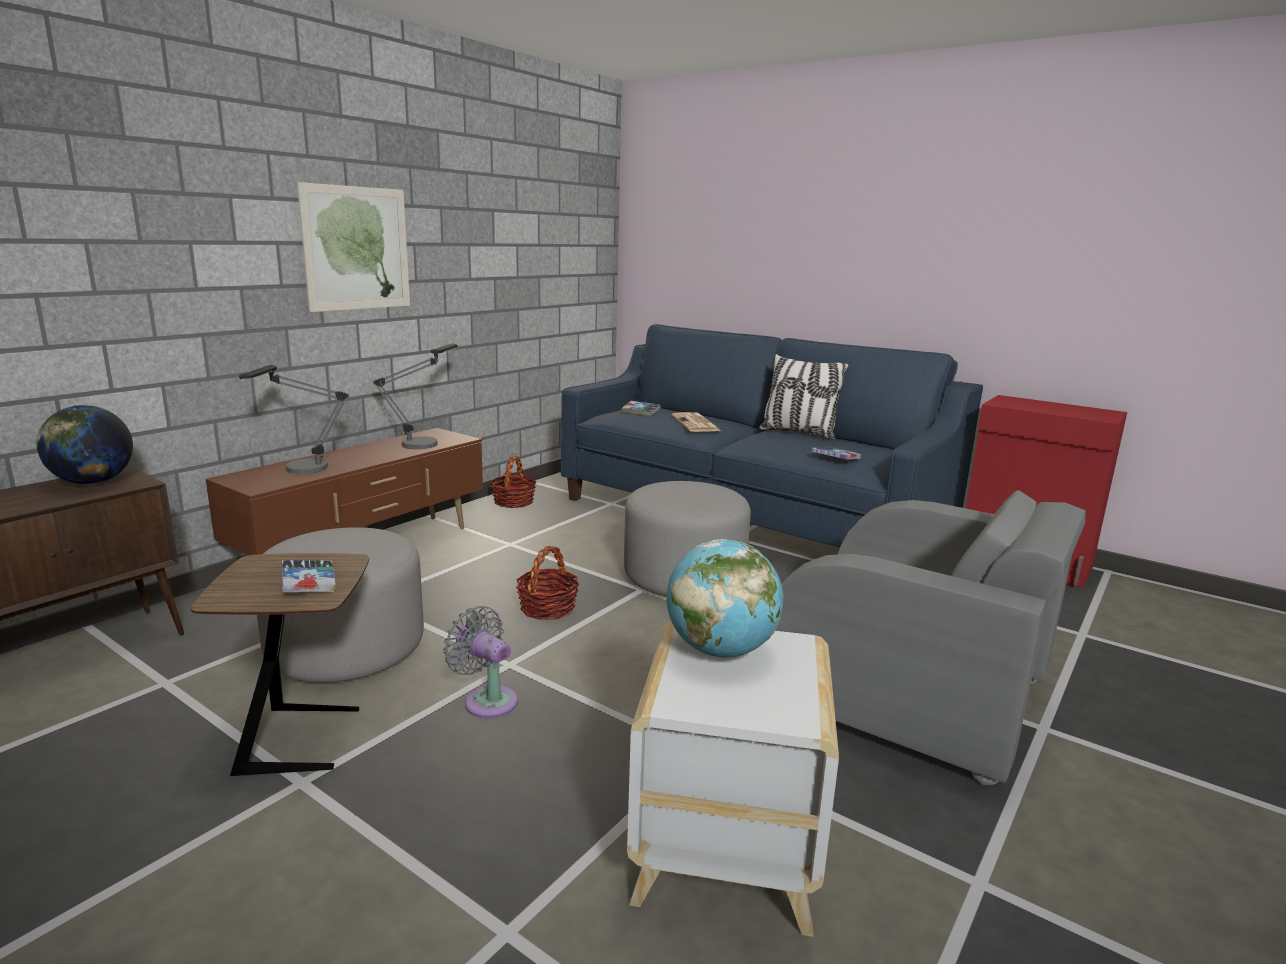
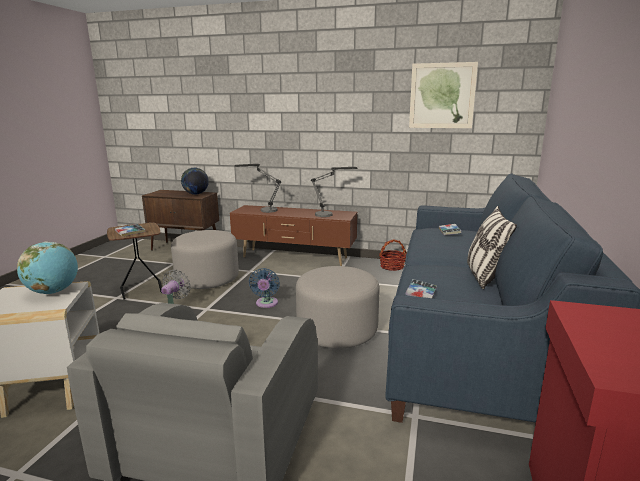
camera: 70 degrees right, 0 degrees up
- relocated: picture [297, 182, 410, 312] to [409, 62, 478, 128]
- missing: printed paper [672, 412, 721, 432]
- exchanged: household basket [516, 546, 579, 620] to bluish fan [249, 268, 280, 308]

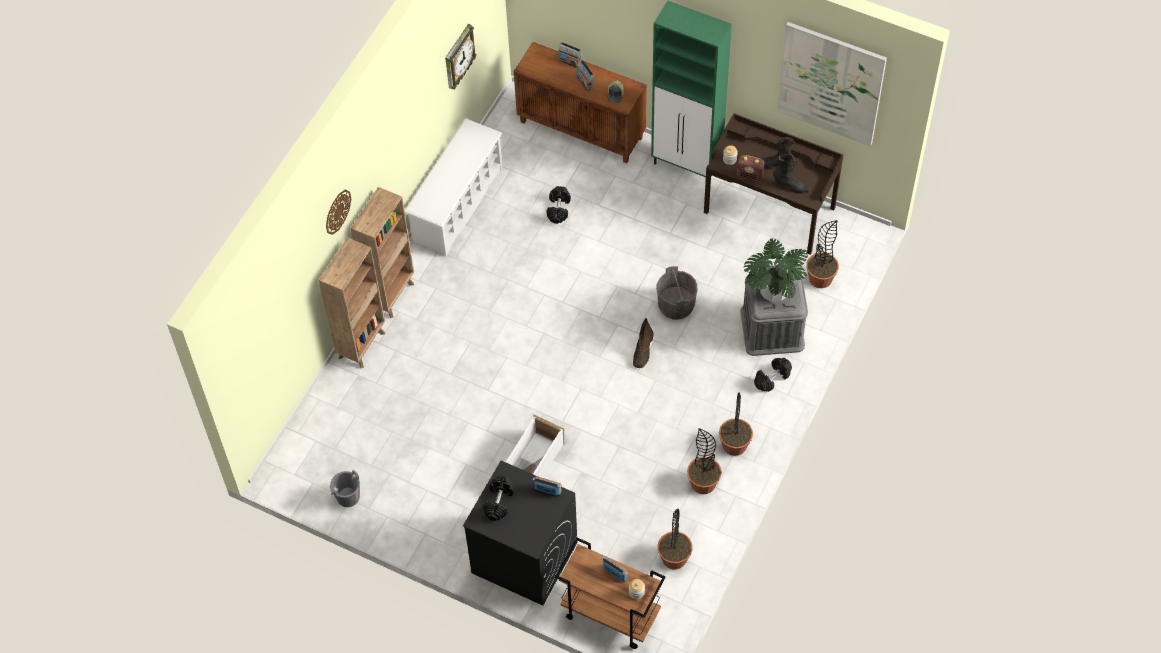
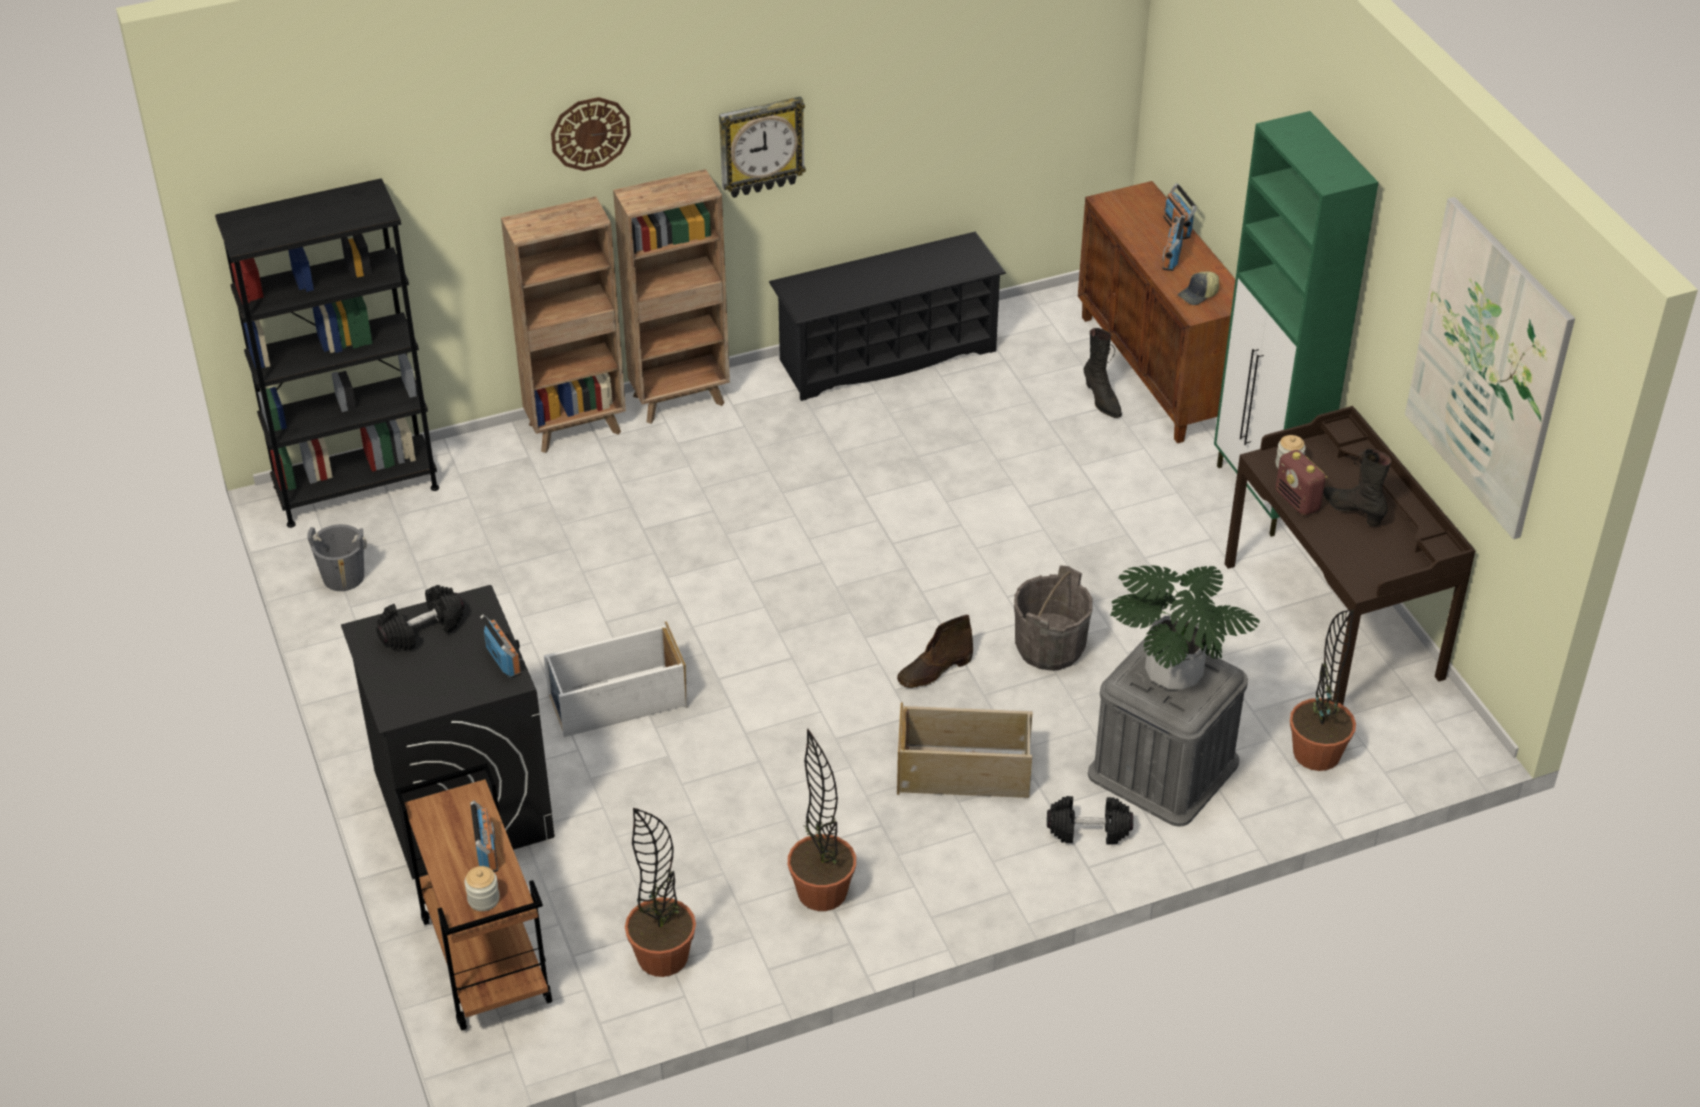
camera: 40 degrees right, 15 degrees down
- relocated: hanging clock [445, 24, 477, 90] to [719, 96, 806, 198]
- colour: white shoe rack [404, 118, 503, 257] to blackish shoe rack [769, 232, 1006, 401]
- relocated: blackish high-top boot [773, 154, 810, 194] to [1084, 328, 1122, 418]
- missing: blackish free weight [547, 186, 571, 224]
- missing: plant in a pot [719, 392, 753, 456]
- appeared: blackish bookshelf [215, 178, 439, 528]
- appeared: beige-coloured storage bin [897, 703, 1032, 798]

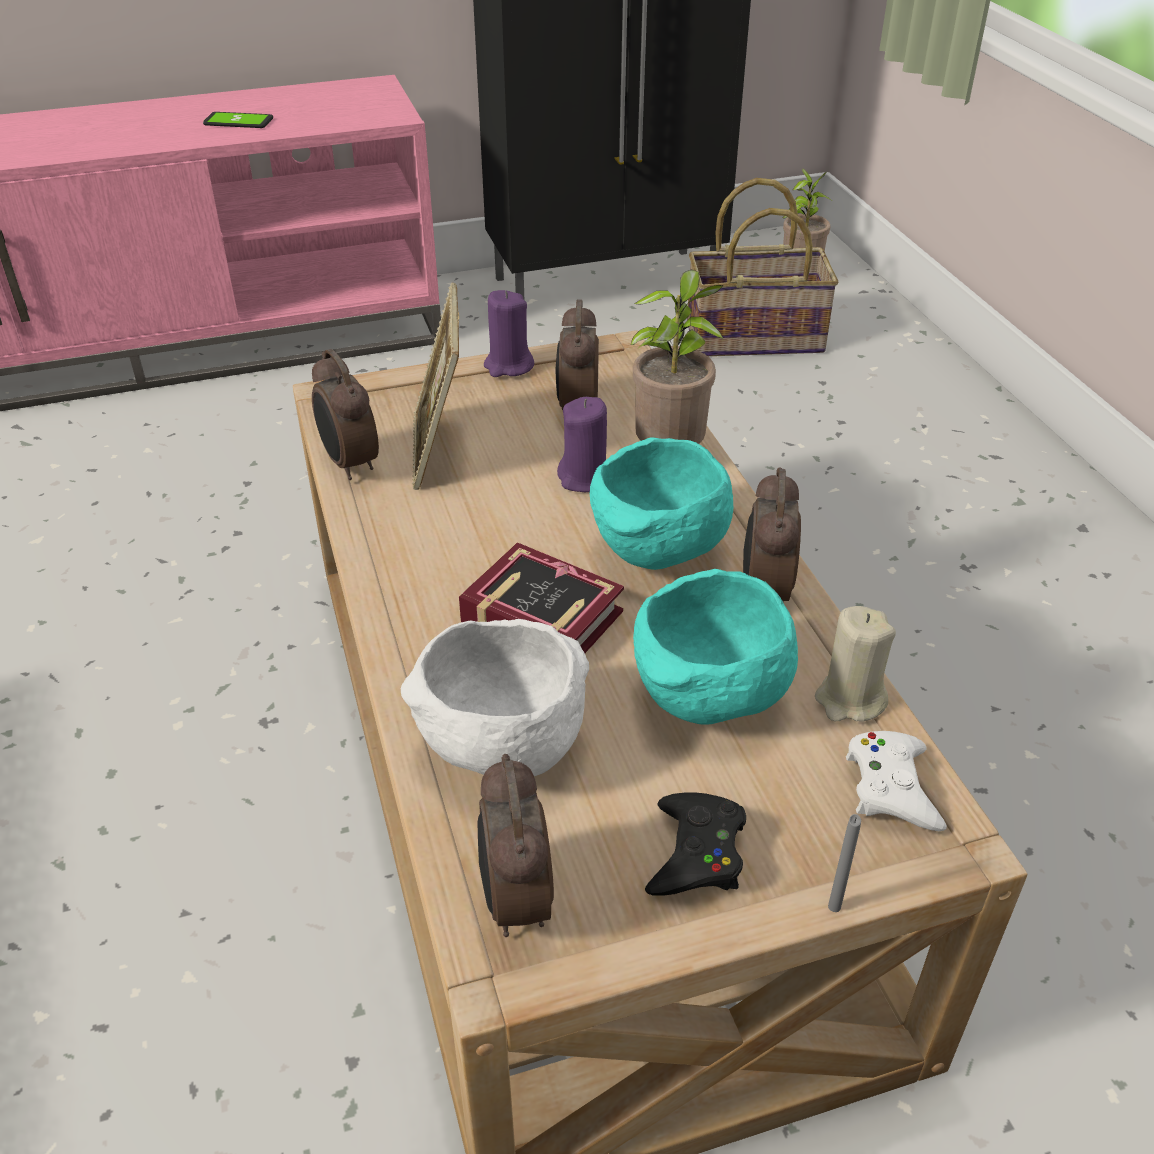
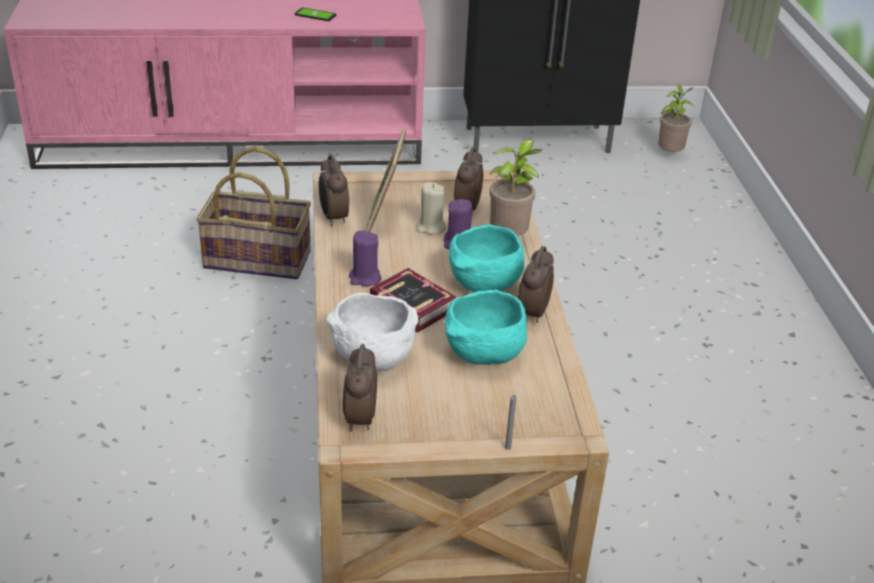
camera: 10 degrees right, 5 degrees down
- relocated: household basket [687, 178, 838, 356] to [196, 146, 311, 279]
- relocated: purple wax candle [484, 290, 534, 377] to [349, 231, 381, 286]
- relocated: beige-coloured wax candle [815, 606, 896, 722] to [416, 182, 446, 235]
- missing: white joypad [846, 731, 947, 831]
- missing: blackish joypad [645, 792, 746, 896]

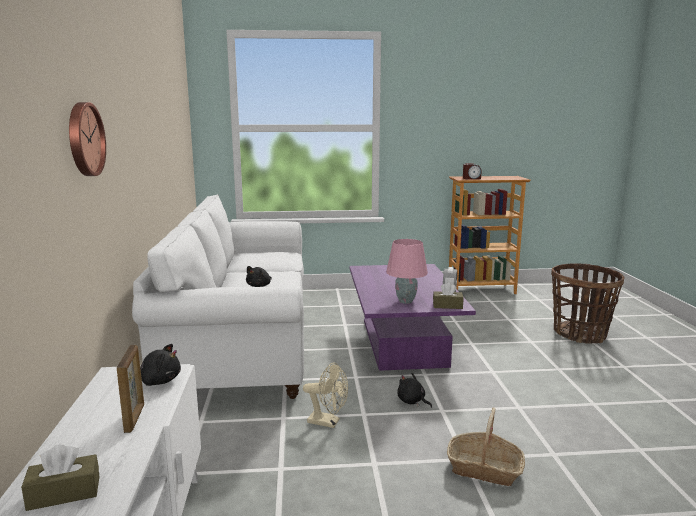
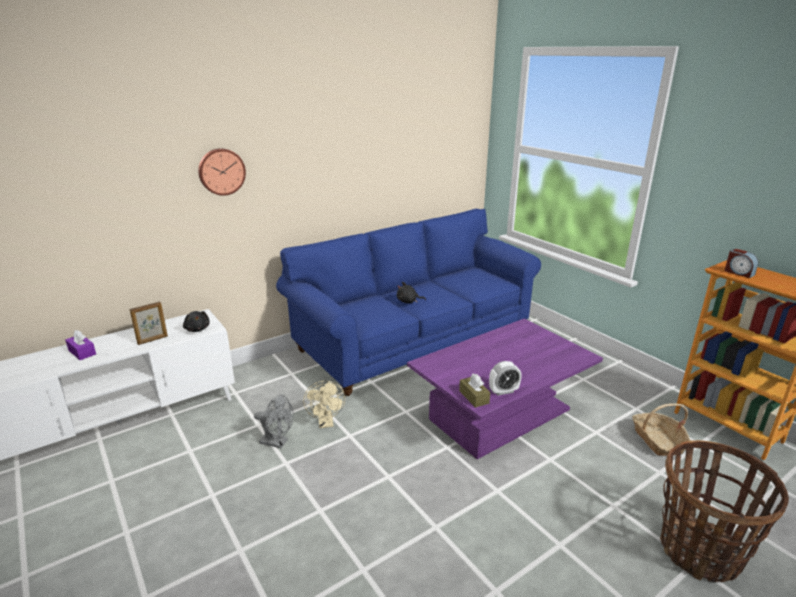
camera: 60 degrees right, 10 degrees up
- colour: white sofa [132, 194, 304, 399] to bluish sofa [276, 209, 541, 396]
- missing: pink-coloured tabletop lamp [386, 239, 428, 304]
- missing: blackish plush toy [397, 373, 432, 408]
- relocated: household basket [447, 407, 525, 486] to [632, 403, 690, 456]
- colour: brown-coloured box of tissues [21, 444, 100, 511] to purple box of tissues [65, 330, 96, 360]
- appeared: gray fan [254, 395, 294, 448]

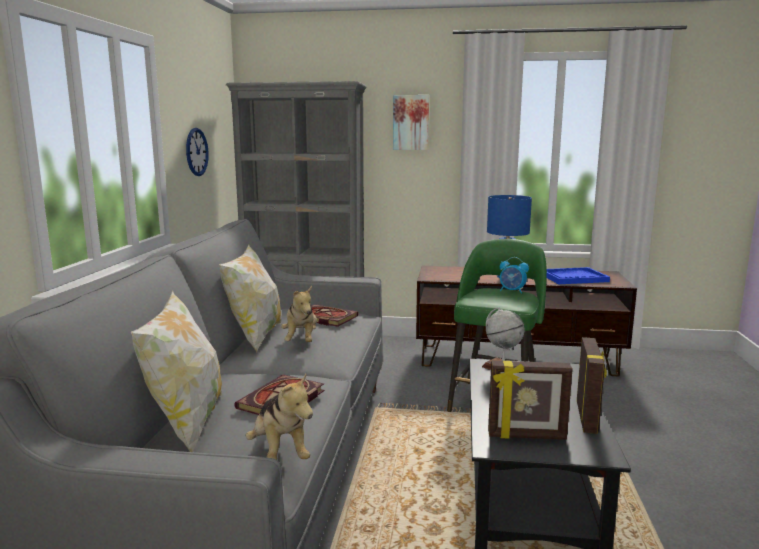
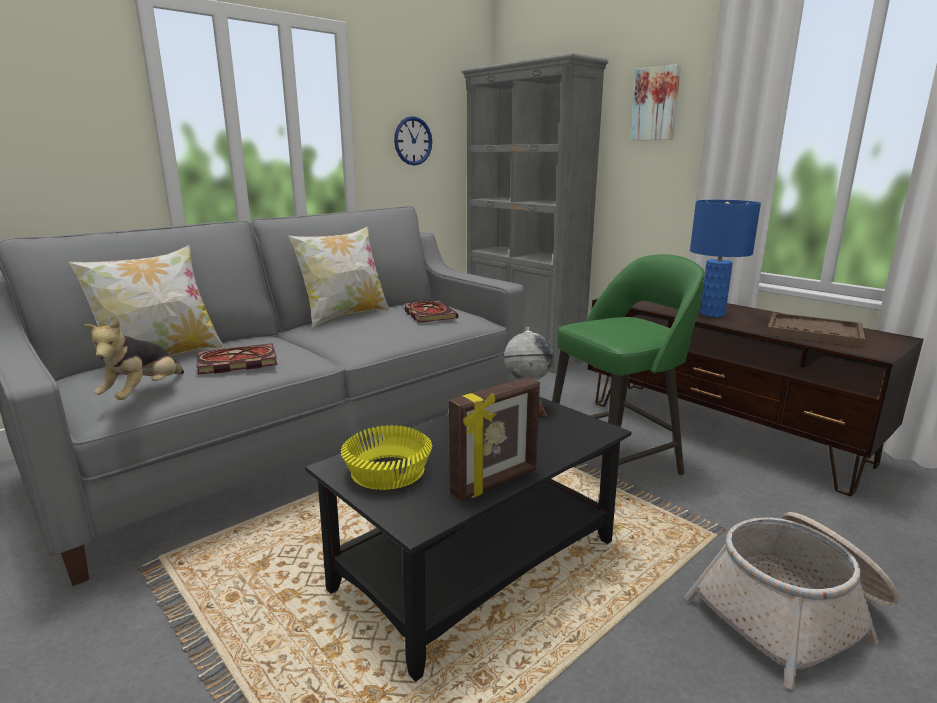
camera: 40 degrees right, 5 degrees up
- missing: alarm clock [500, 257, 529, 294]
- colour: bluish tray [547, 267, 610, 284] to brown-coloured tray [767, 312, 865, 347]
- missing: plush toy [281, 286, 317, 342]
- exchanged: picture frame [488, 361, 573, 440] to yellowish deep dish [341, 425, 432, 490]
- appeared: household basket [685, 512, 899, 689]

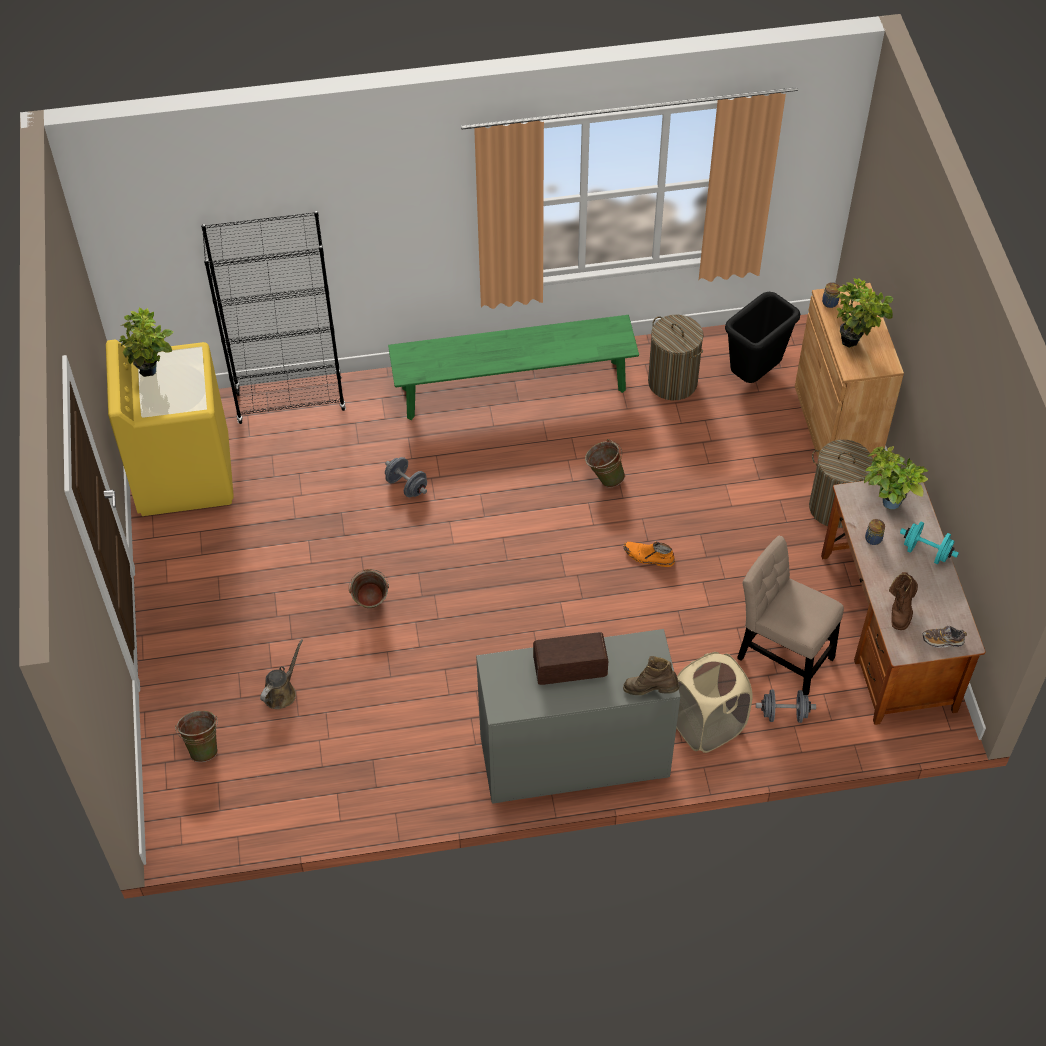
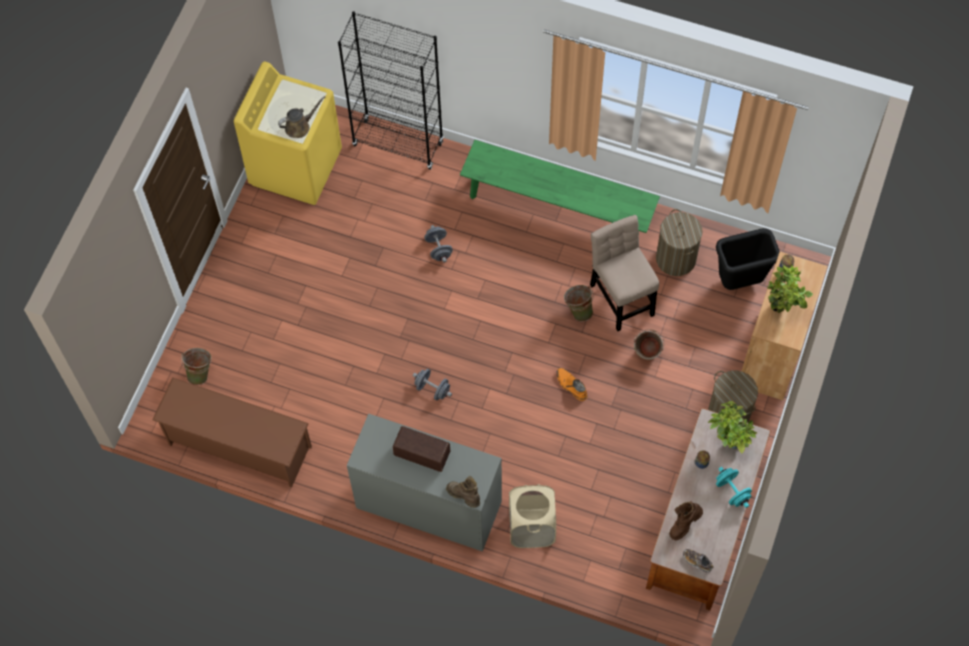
camera: 30 degrees right, 10 degrees up
- missing: plant in a pot [119, 308, 173, 377]
- relocated: beige-coloured chair [737, 536, 844, 695] to [590, 215, 659, 331]
- relocated: greenish pail [349, 569, 389, 609] to [634, 329, 664, 360]
- relocated: brown-coloured sprinkling can [260, 639, 303, 709] to [278, 96, 325, 138]
- relocated: gray free weight [756, 690, 816, 723] to [413, 369, 452, 401]
- appeared: brown-coloured shoe rack [152, 377, 312, 488]

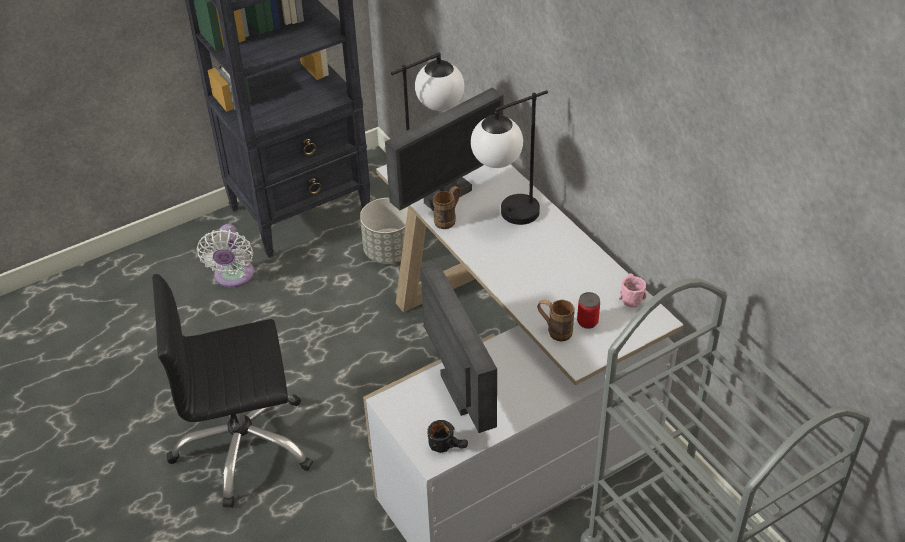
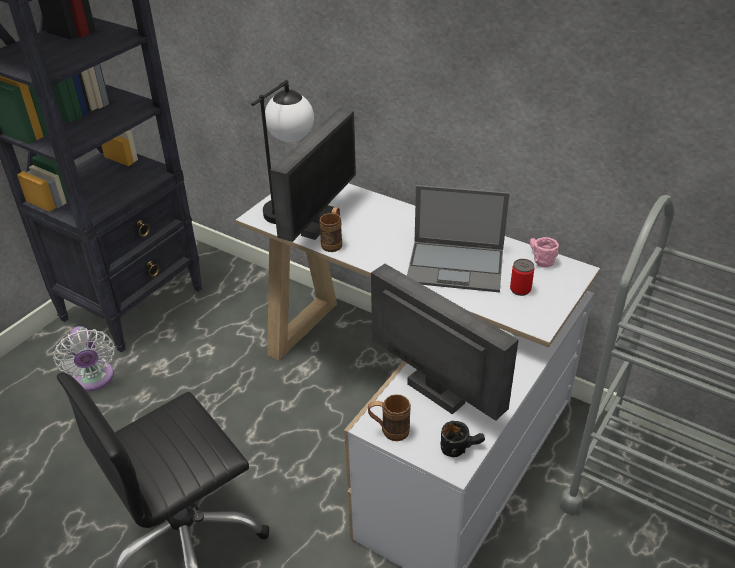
camera: 25 degrees left, 5 degrees down
- missing: tabletop lamp [471, 90, 548, 225]
- missing: gray flower pot [360, 198, 408, 264]
- relocated: brown-coloured coffee mug [537, 300, 575, 341] to [368, 394, 411, 441]
- appeared: laptop [407, 185, 510, 292]

